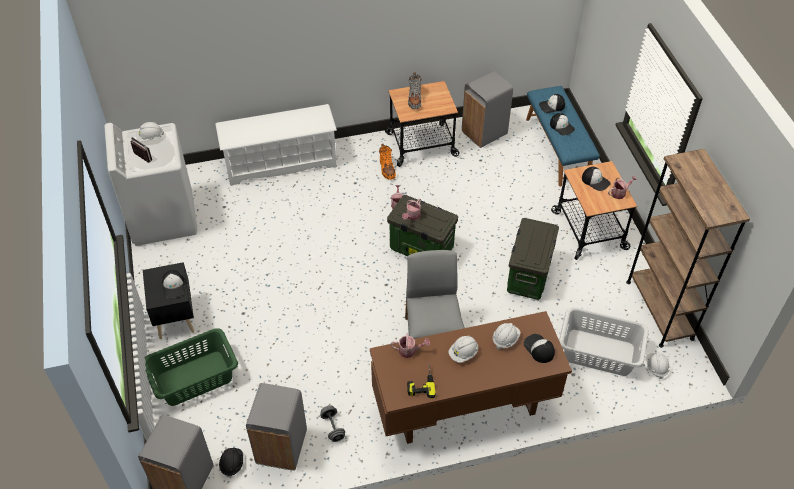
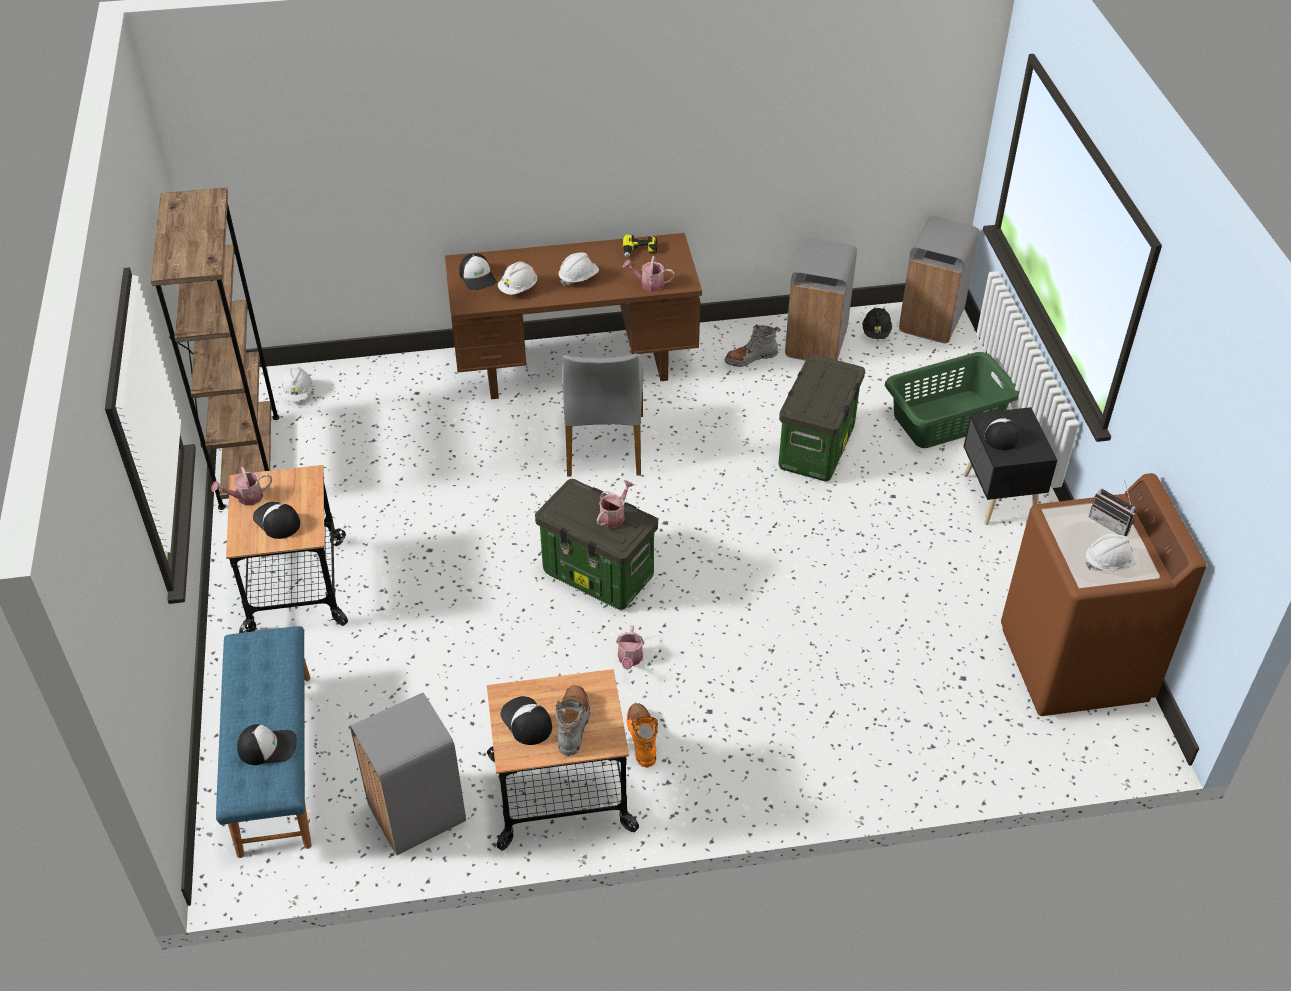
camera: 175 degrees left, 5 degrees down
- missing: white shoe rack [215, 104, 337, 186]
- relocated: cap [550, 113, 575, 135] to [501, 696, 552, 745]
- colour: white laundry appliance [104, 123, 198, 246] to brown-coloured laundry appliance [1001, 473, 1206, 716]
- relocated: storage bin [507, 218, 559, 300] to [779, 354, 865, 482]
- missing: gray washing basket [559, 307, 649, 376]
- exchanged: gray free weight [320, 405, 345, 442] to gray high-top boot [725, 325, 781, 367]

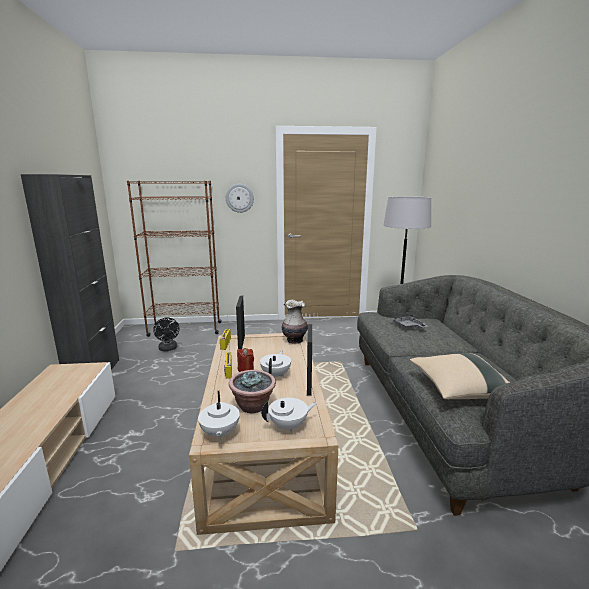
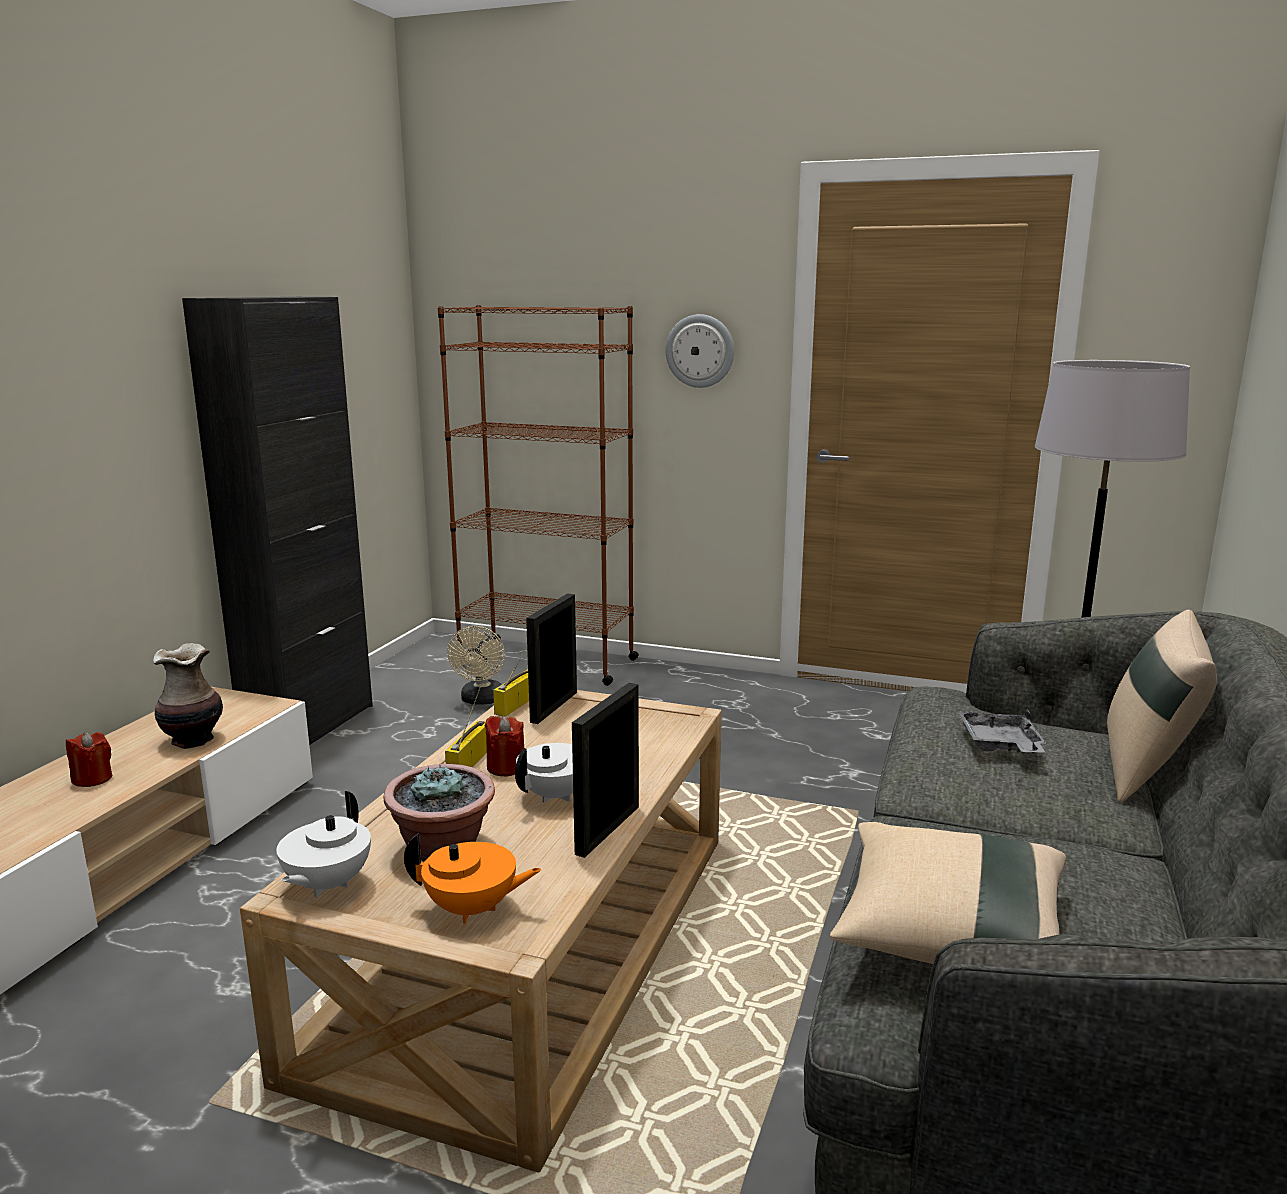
camera: 25 degrees right, 0 degrees up
- relocated: vase [282, 300, 308, 344] to [153, 643, 223, 749]
- colour: blackish fan [153, 317, 179, 351] to beige-coloured fan [447, 626, 505, 705]
- colour: white pot for tea [261, 398, 317, 433] to orange pot for tea [404, 833, 542, 924]
- appeared: beige-coloured cushion [1107, 609, 1217, 803]
- appeared: red wax candle [66, 732, 112, 787]

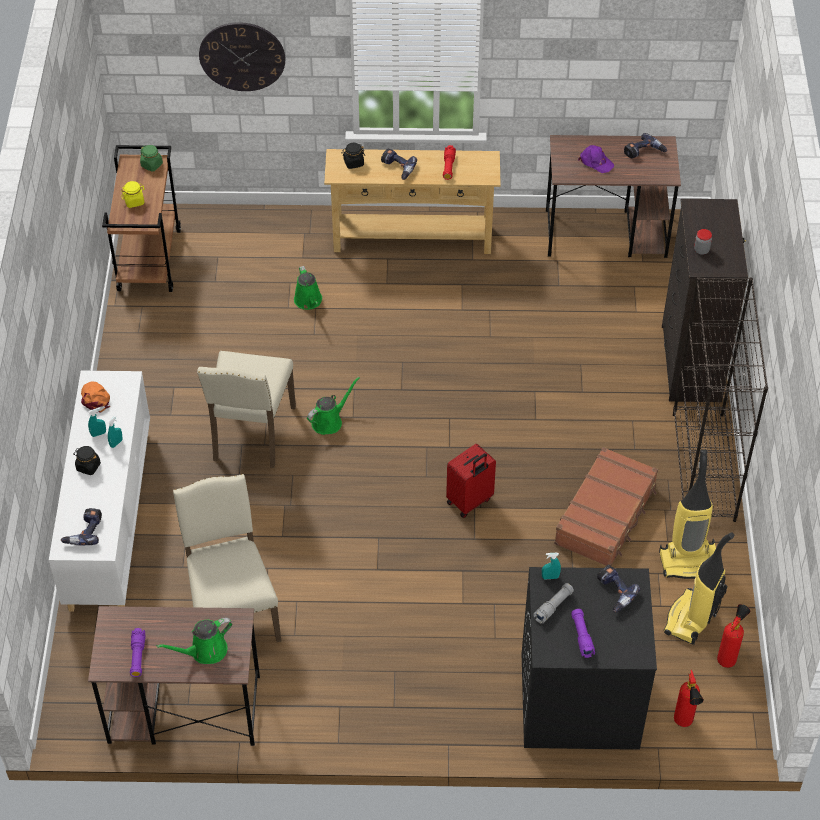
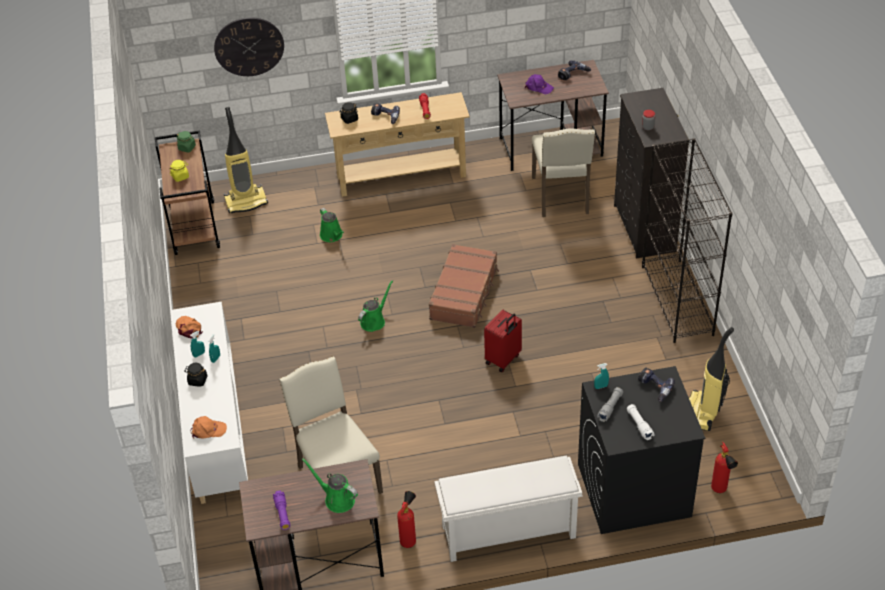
camera: 10 degrees left, 5 degrees down
- relocated: beige-coloured chair [197, 351, 296, 468] to [532, 128, 595, 217]
- relocated: brown-coloured piece of luggage [554, 447, 658, 566] to [429, 244, 499, 328]
- relocated: vacuum [659, 449, 716, 579] to [224, 107, 268, 213]
- exchanged: electric drill [61, 508, 102, 545] to orange cap [190, 416, 227, 439]
- relocated: extinguisher [717, 604, 750, 668] to [397, 491, 416, 548]
- colour: purple flashlight [571, 609, 595, 658] to white flashlight [627, 404, 655, 440]
- spun: greenish sprinkling can [157, 618, 232, 664] = [302, 458, 358, 513] 75 degrees clockwise
- appeared: white shoe rack [434, 456, 583, 562]

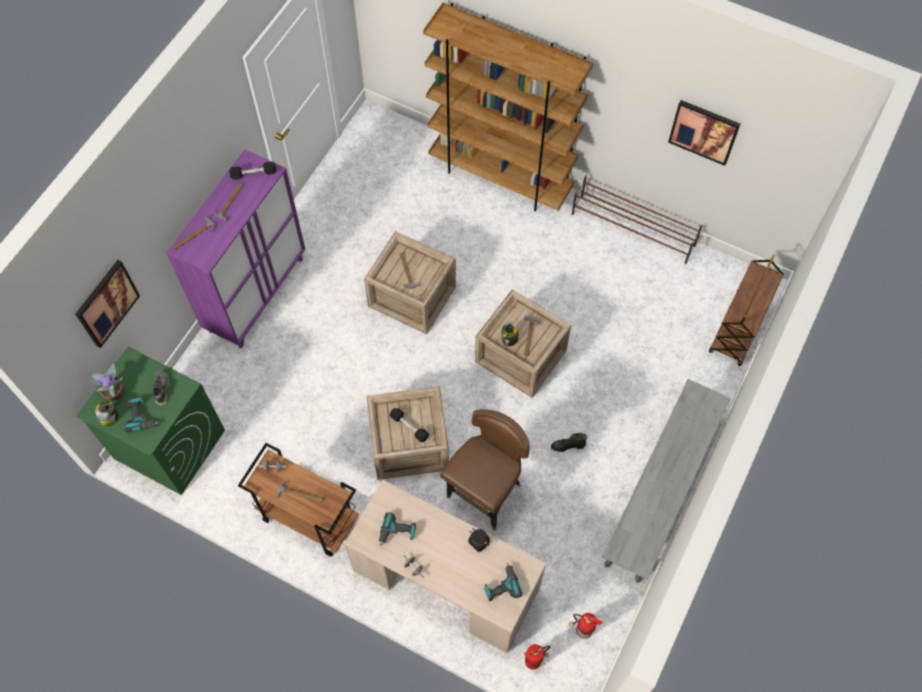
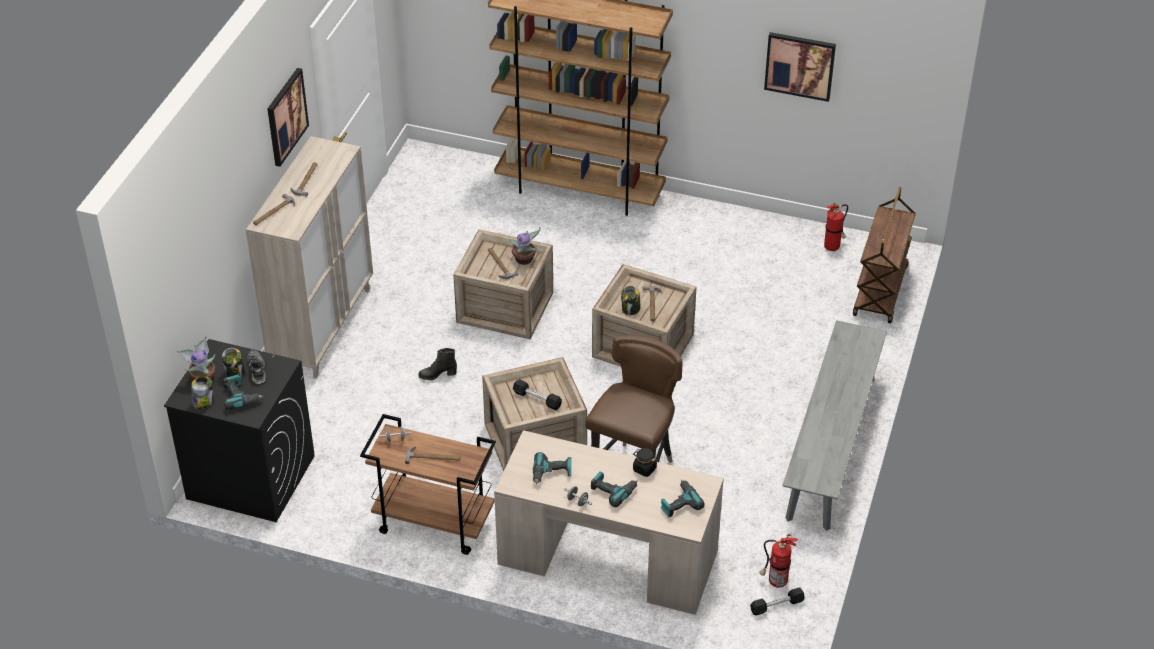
camera: 10 degrees left, 20 degrees down
- colour: purple cabinet [166, 149, 306, 348] to beige-coloured cabinet [246, 136, 373, 378]
- relocated: blackish free weight [229, 161, 276, 179] to [750, 587, 805, 615]
- missing: brown-coloured shoe rack [571, 175, 703, 264]
- relocated: picture [76, 260, 140, 348] to [267, 68, 309, 167]
- colour: greenish laundry appliance [76, 347, 225, 495] to blackish laundry appliance [164, 339, 315, 522]
- relocated: blackish high-top boot [551, 433, 587, 452] to [418, 348, 457, 380]
- relocated: extinguisher [524, 644, 551, 670] to [824, 202, 848, 251]
- appeared: plant in a pot [509, 227, 540, 265]
- appeared: storage jar [222, 348, 245, 378]
- appeared: electric drill [591, 471, 638, 507]

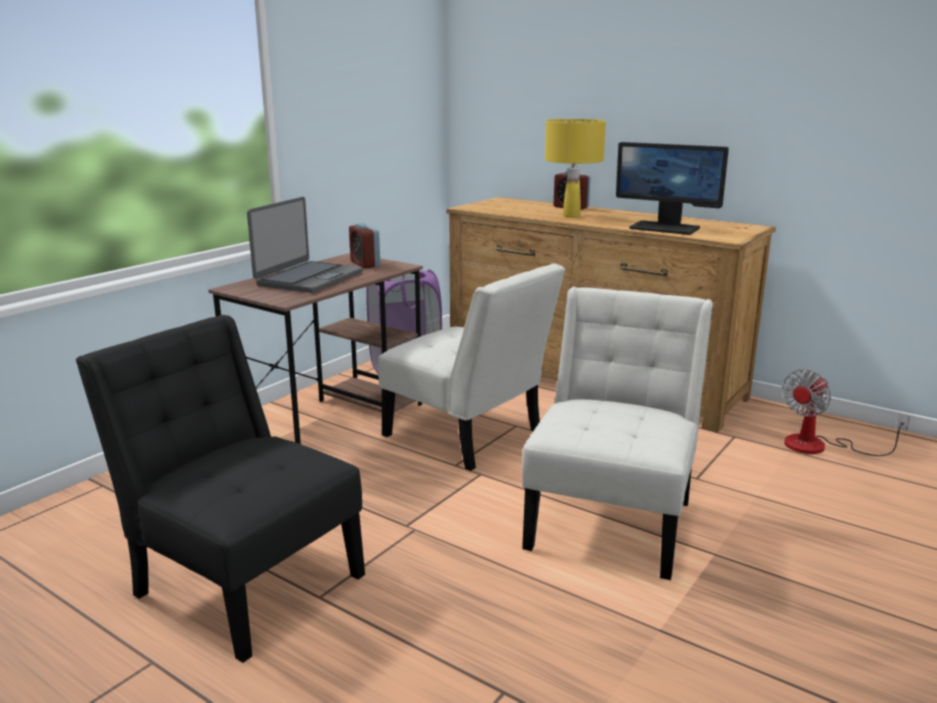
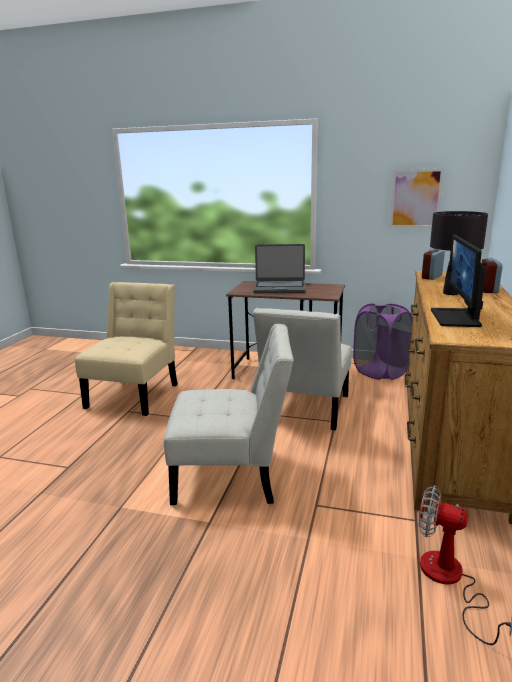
camera: 70 degrees right, 0 degrees up
- colour: yellowish tabletop lamp [545, 119, 606, 218] to blackish tabletop lamp [430, 211, 488, 295]
- relocated: alarm clock [349, 223, 380, 268] to [422, 248, 445, 280]
- colour: blackish chair [75, 315, 365, 663] to beige-coloured chair [75, 282, 178, 416]
- appeared: picture [390, 168, 444, 228]

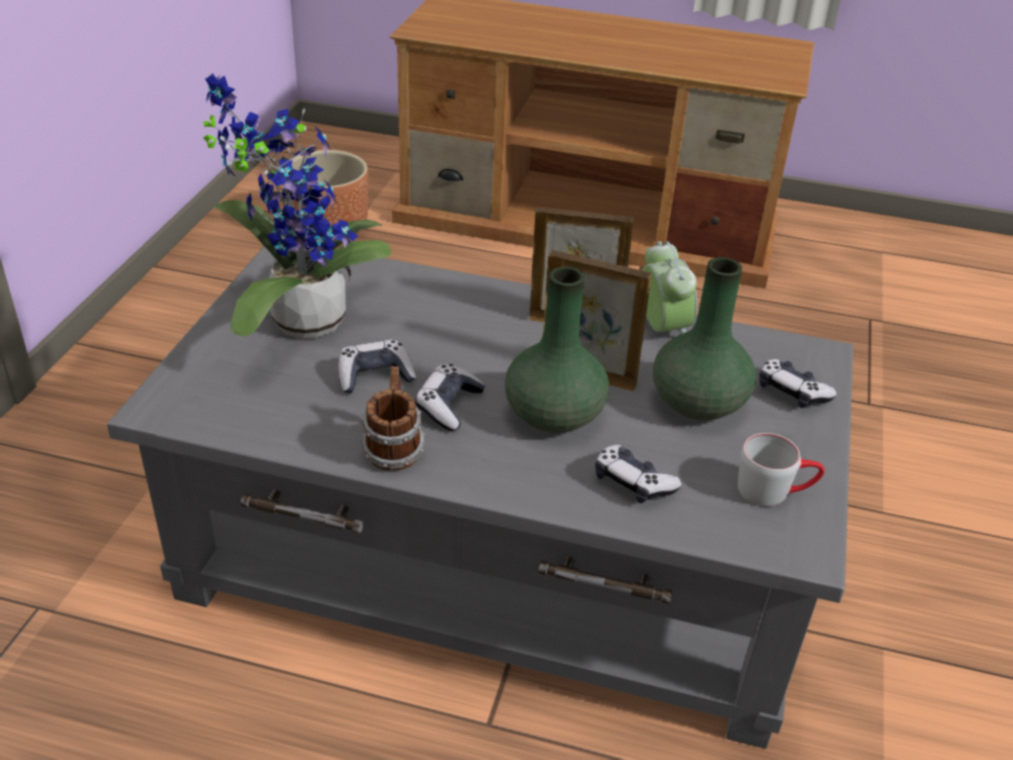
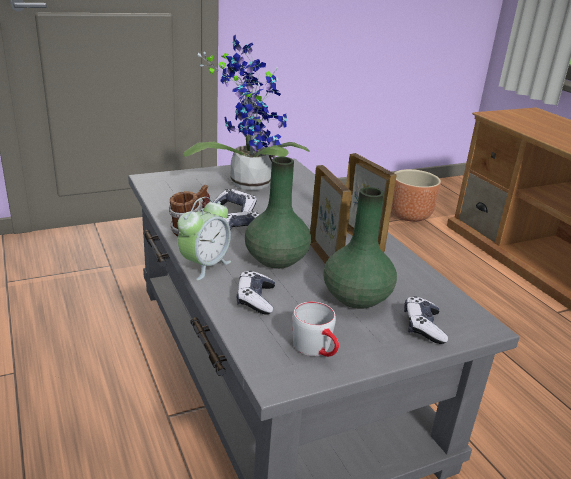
camera: 50 degrees right, 10 degrees down
- relocated: alarm clock [642, 241, 698, 334] to [178, 197, 231, 280]

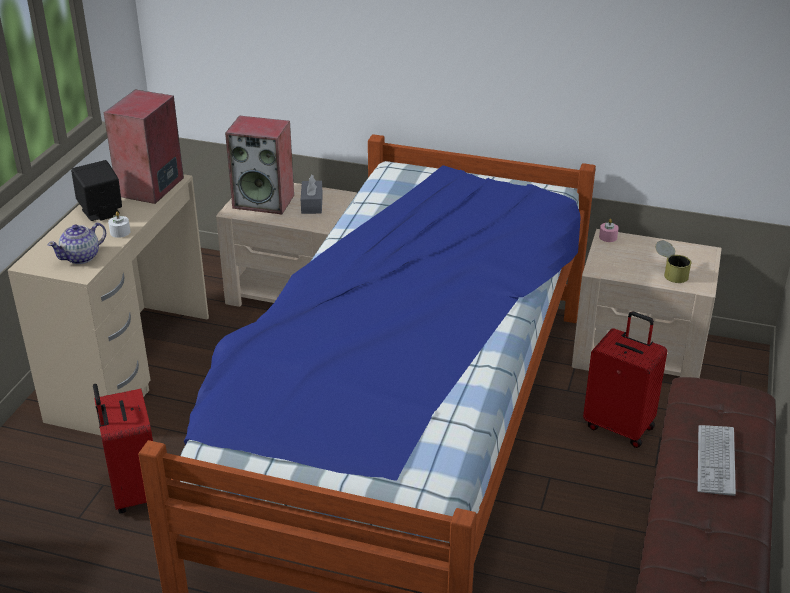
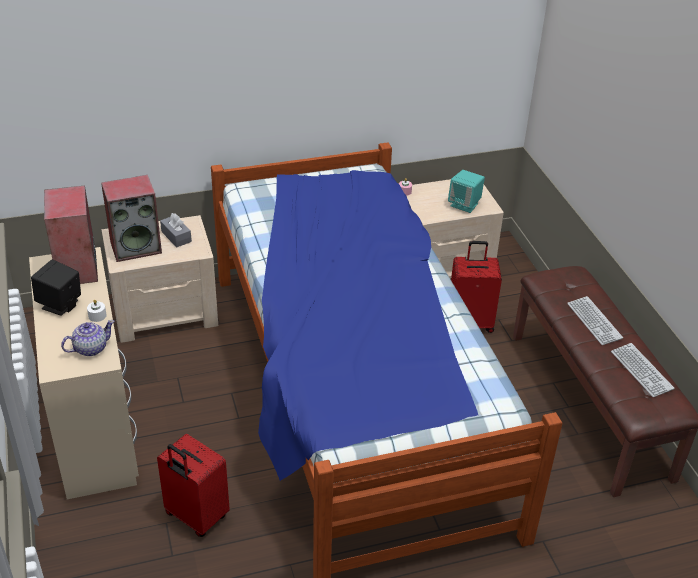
camera: 35 degrees left, 5 degrees up
- spun: pot for tea [48, 223, 106, 264] = [61, 320, 114, 356] 135 degrees counterclockwise
- exchanged: can [656, 240, 691, 283] to blue-green speaker [448, 170, 485, 213]
- appeared: keyboard [611, 343, 674, 397]

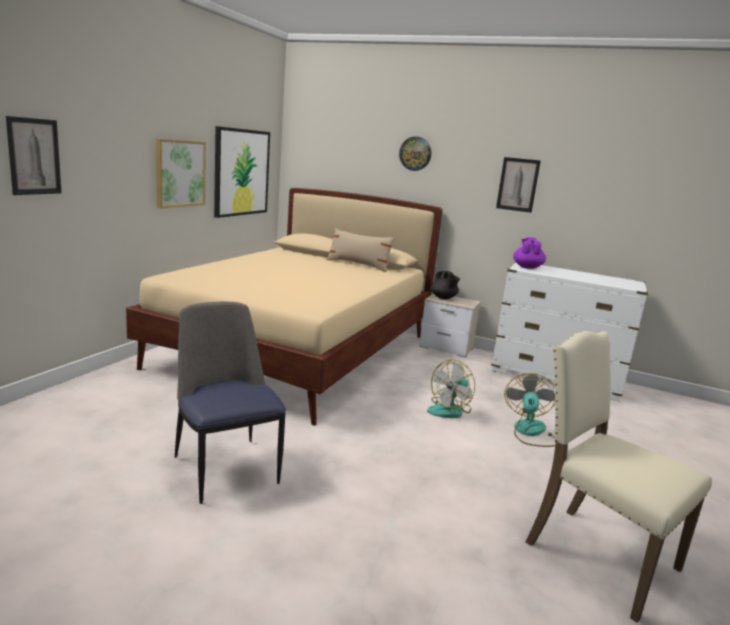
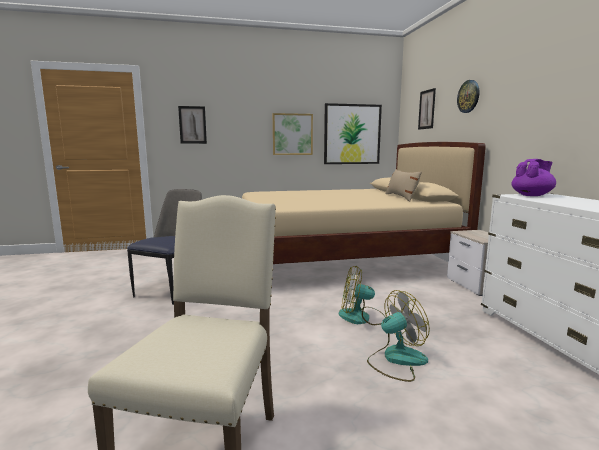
camera: 55 degrees right, 5 degrees down
- relocated: picture [496, 157, 541, 213] to [418, 88, 436, 130]
- missing: blackish pot for tea [430, 271, 460, 299]

